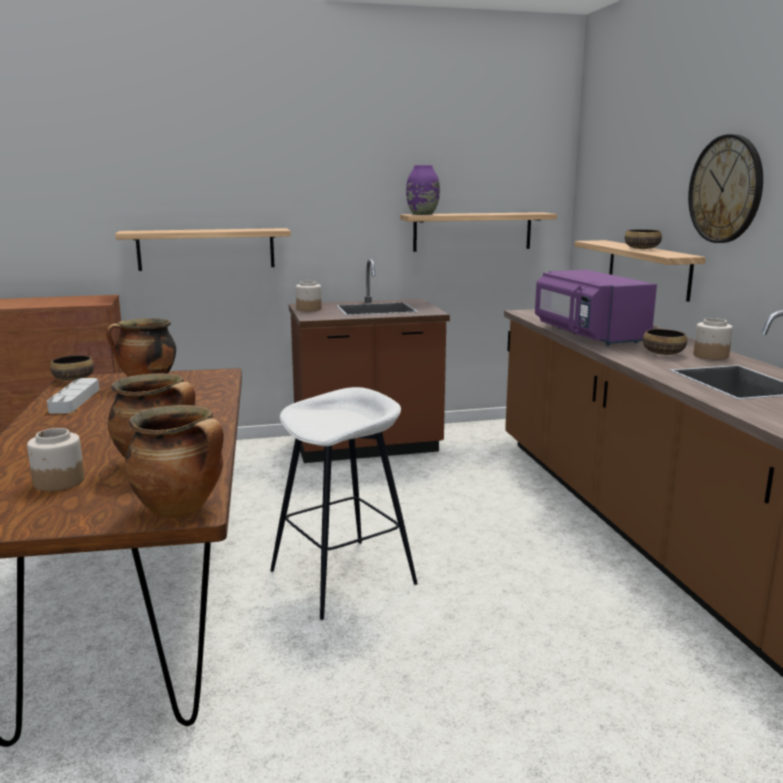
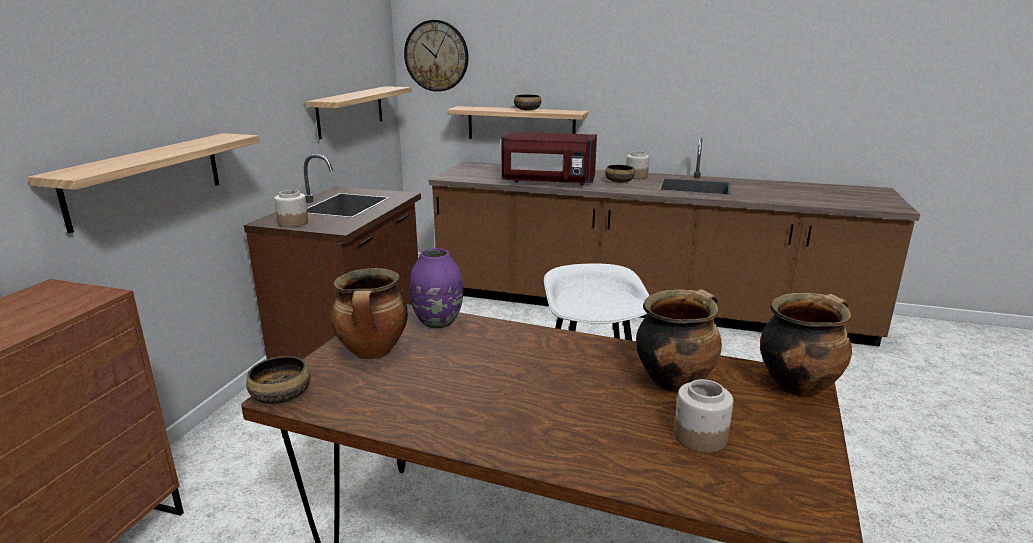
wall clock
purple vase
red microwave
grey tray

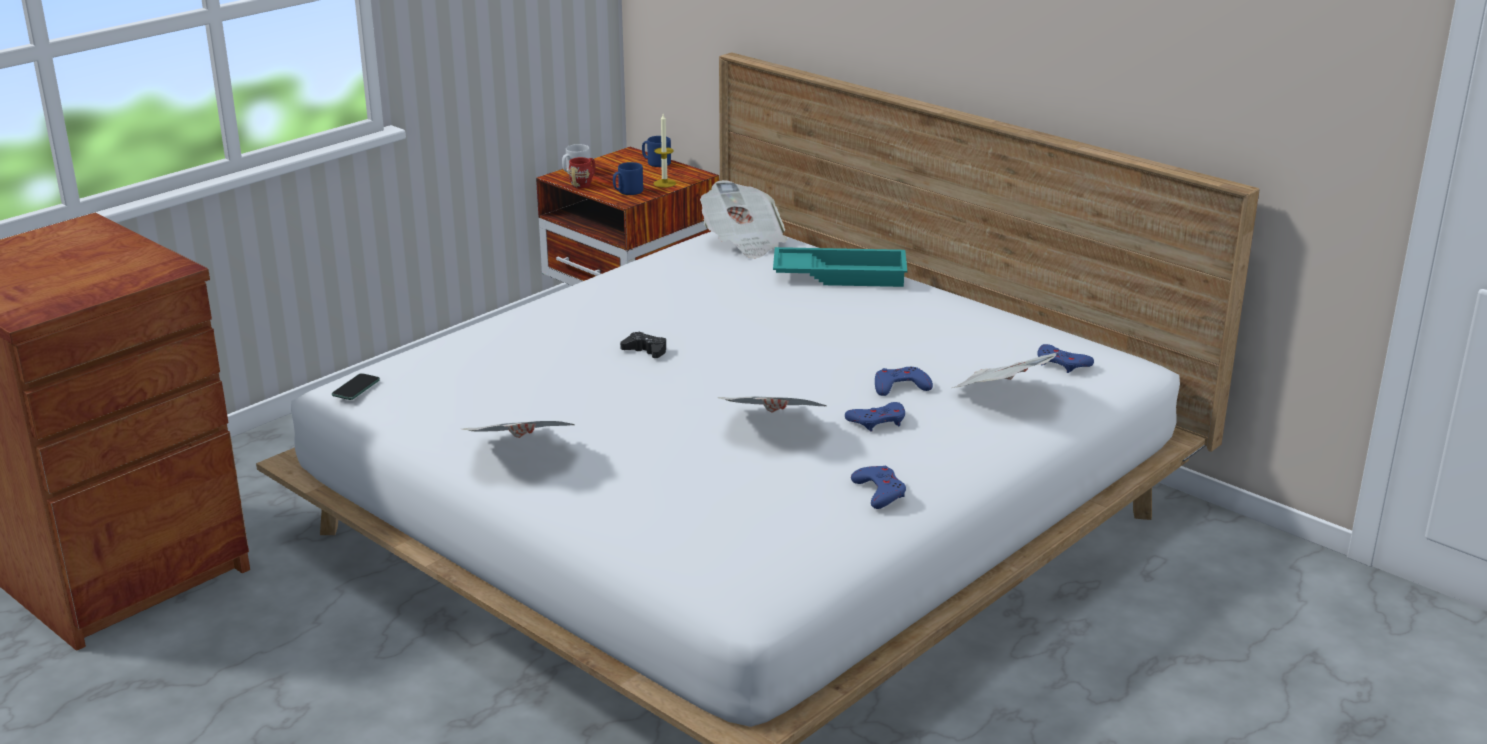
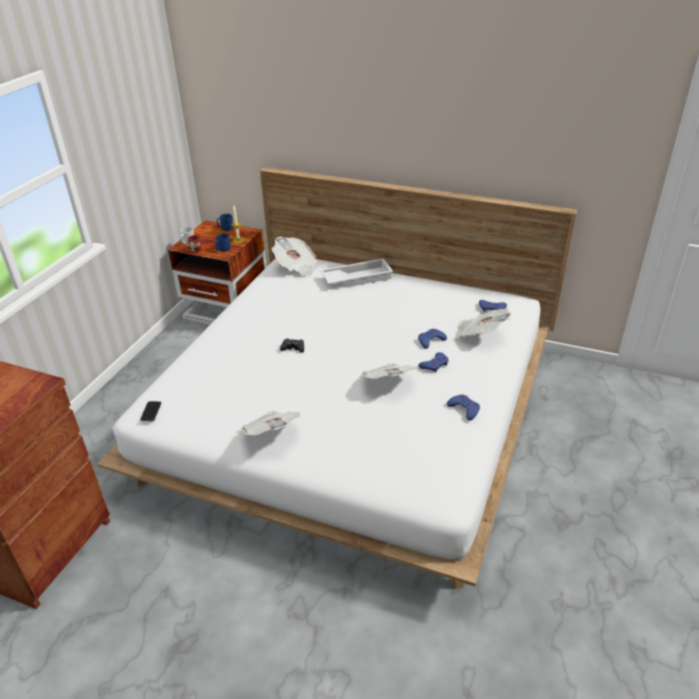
white tray

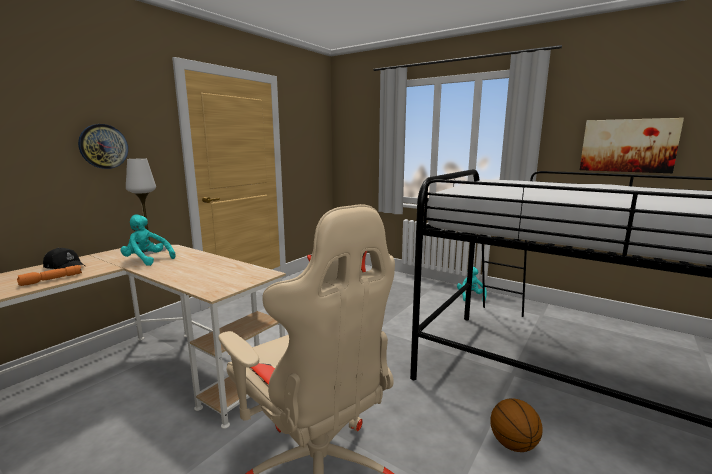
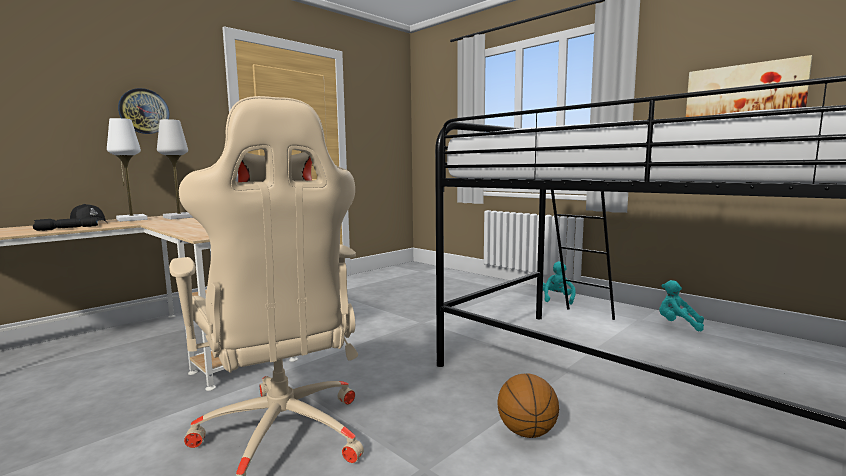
turquoise plush toy (no. 2 from left)
black flashlight
white table lamp (no. 1 from left)

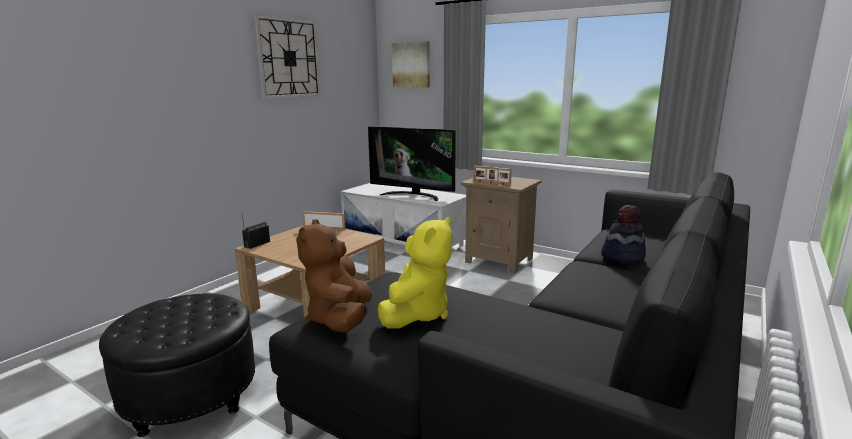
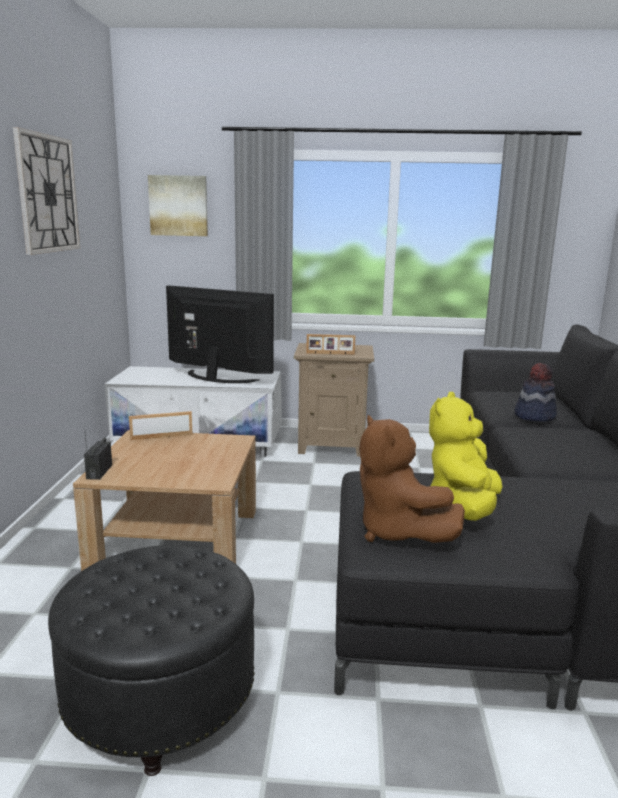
television
yellow plush toy

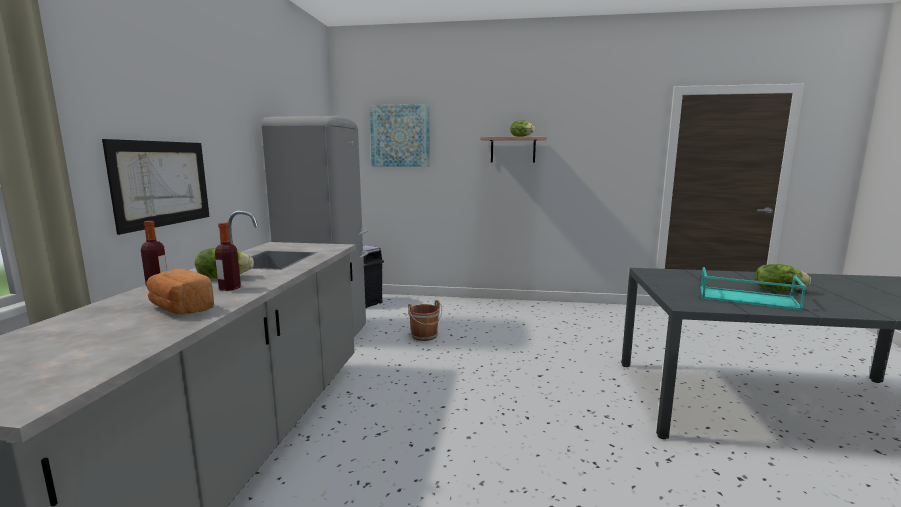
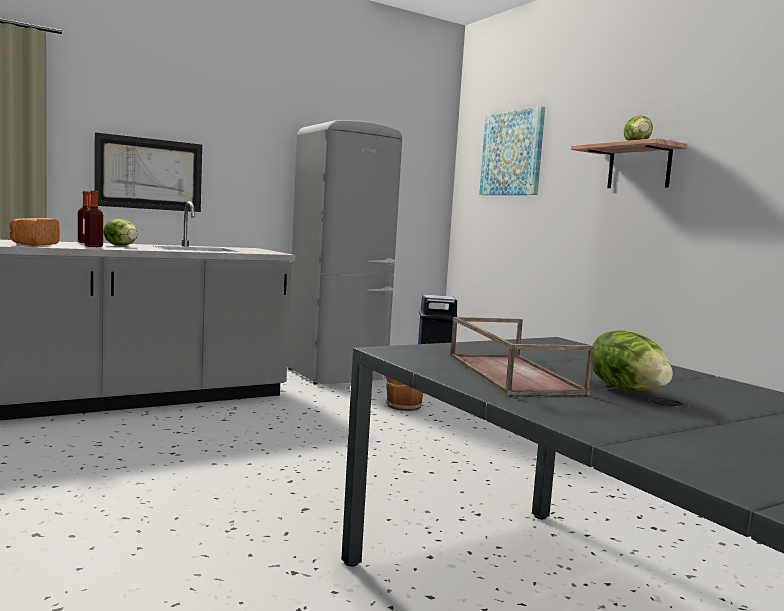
brown tray

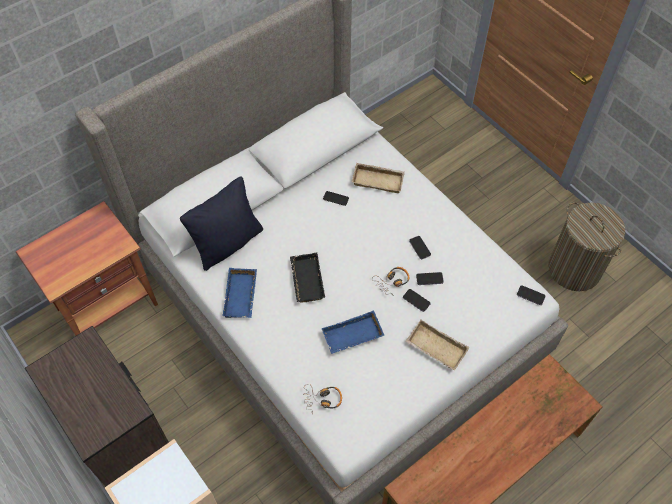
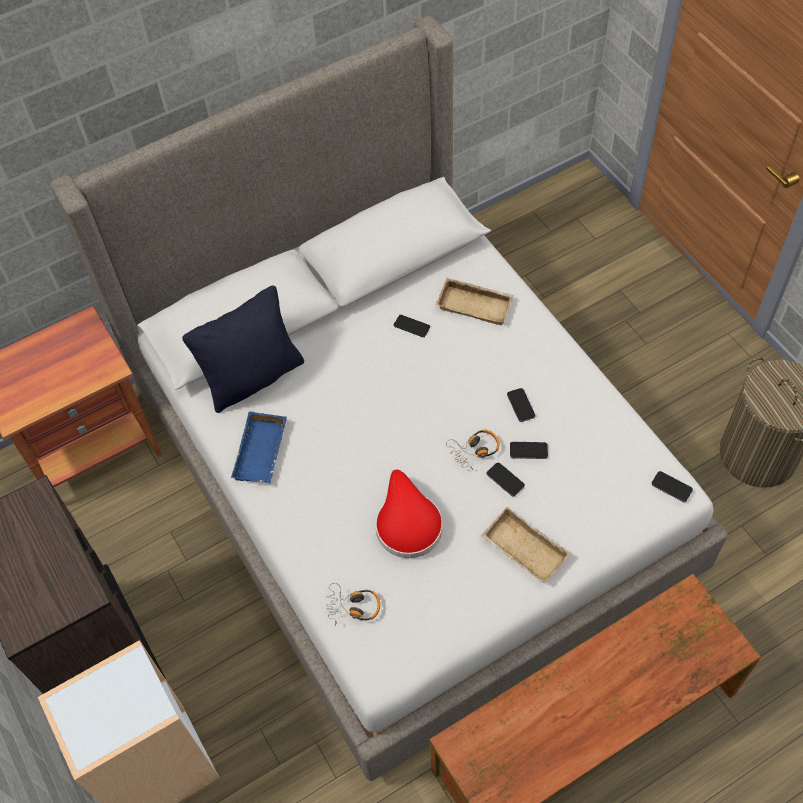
black tray
red hat

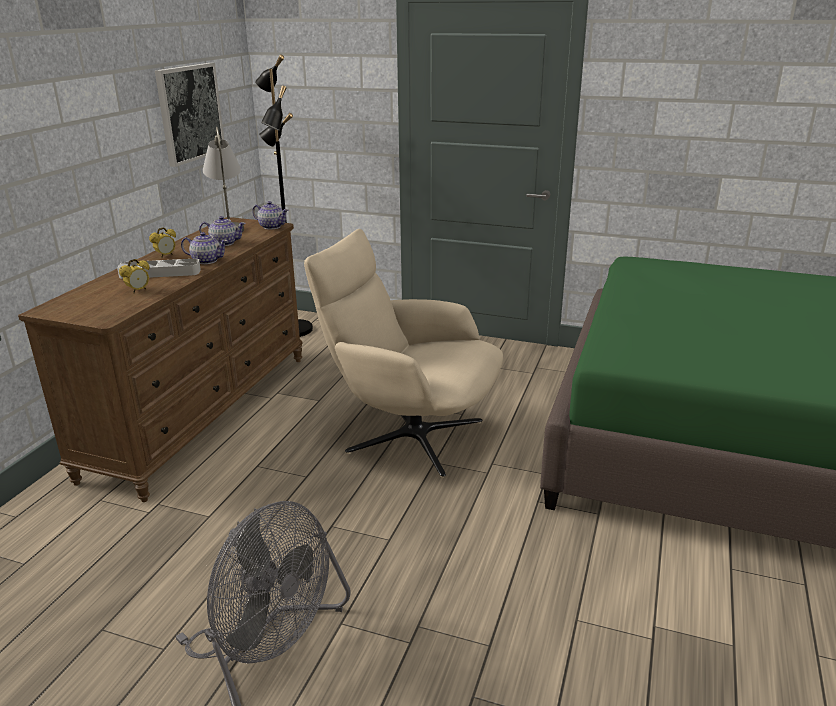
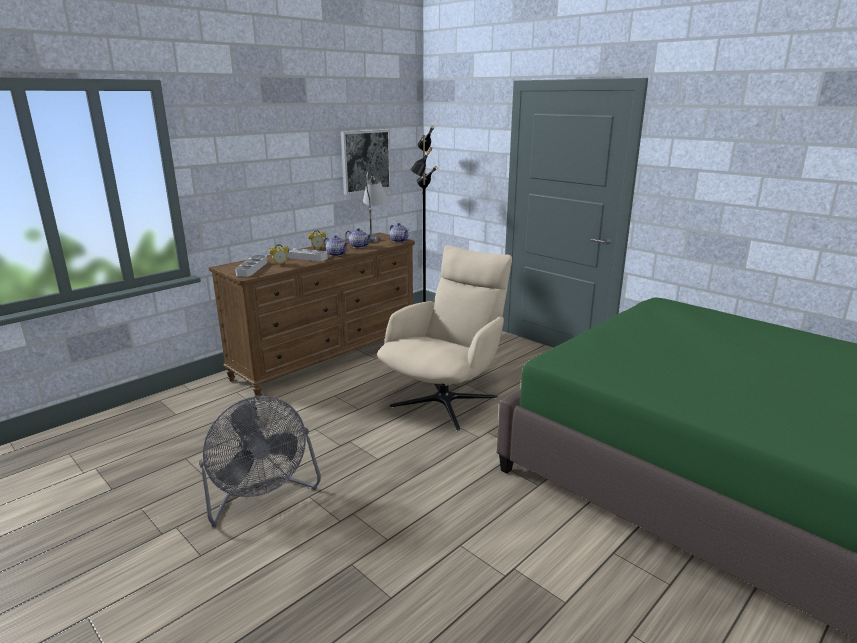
beige armchair
grey tray (no. 1 from left)

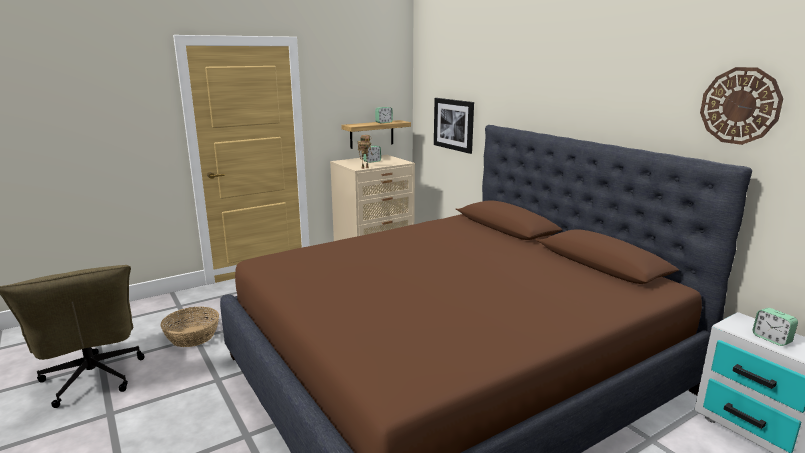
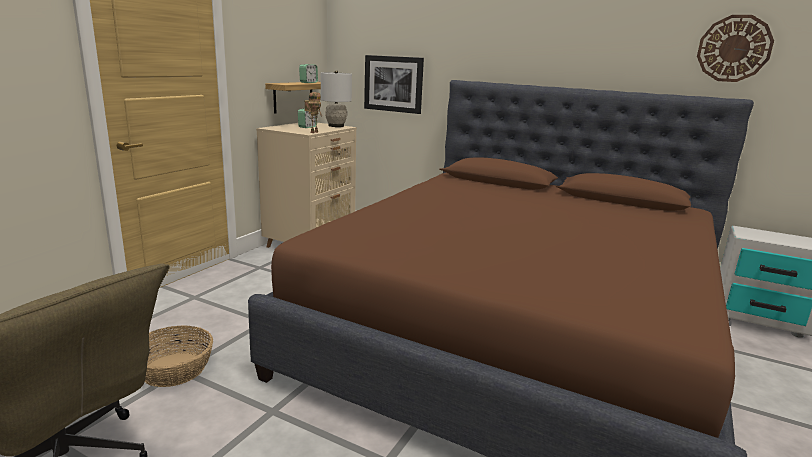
alarm clock (no. 3 from left in the first image)
white table lamp

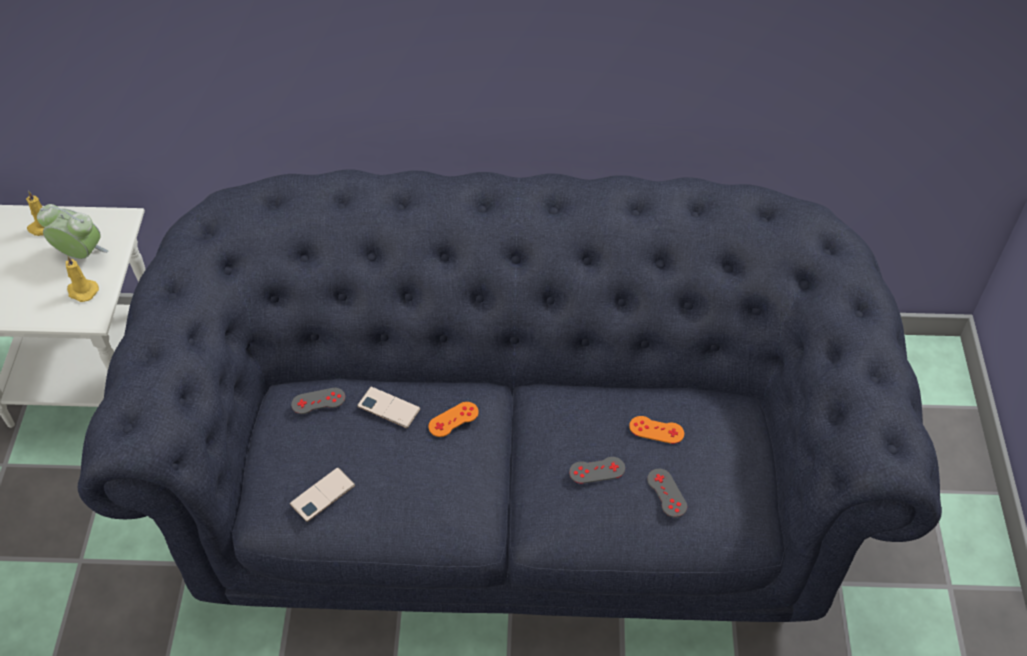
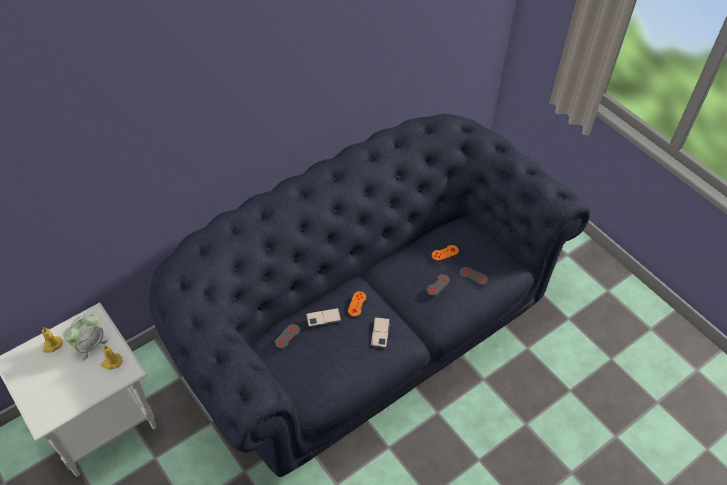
alarm clock
phone (no. 2 from left)

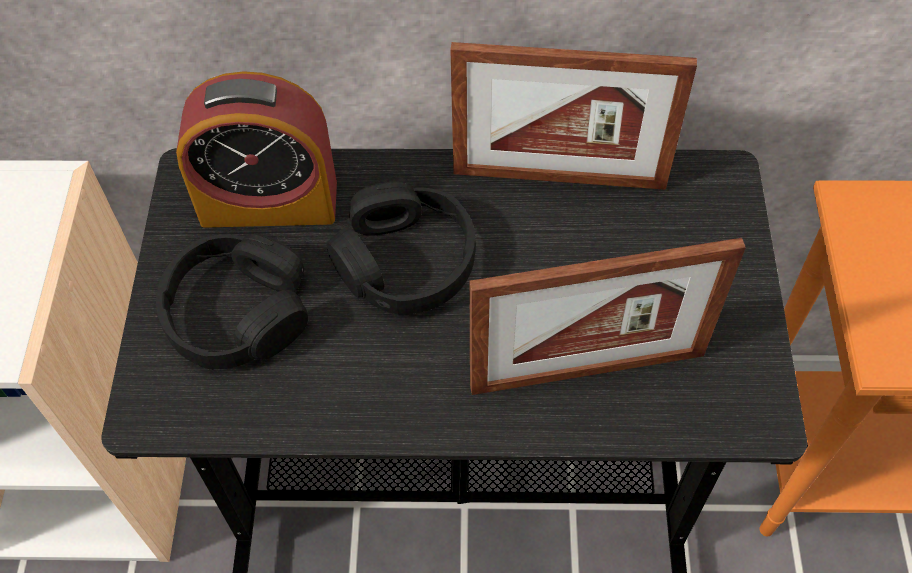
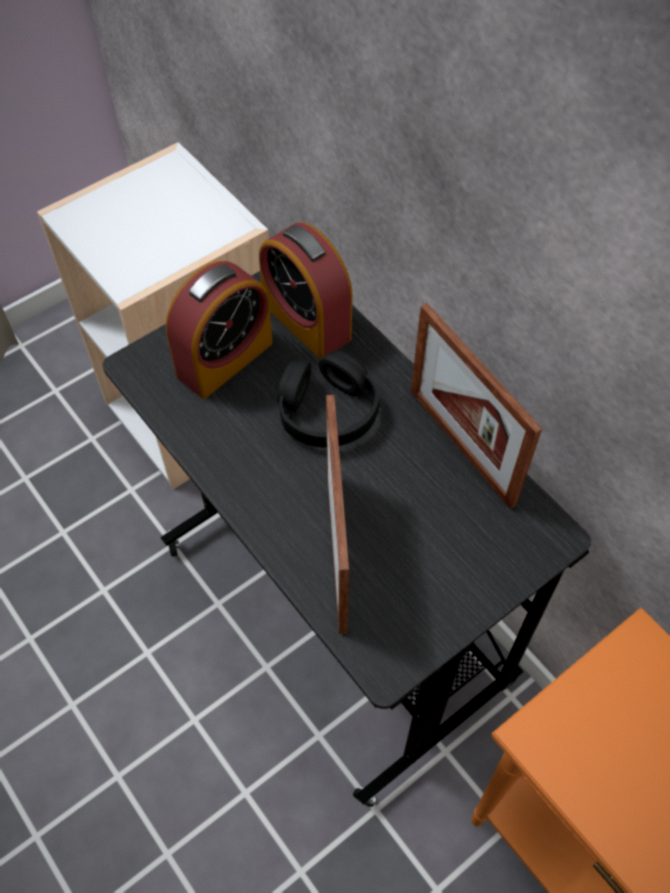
alarm clock (no. 1 from left)
picture frame (no. 1 from left)

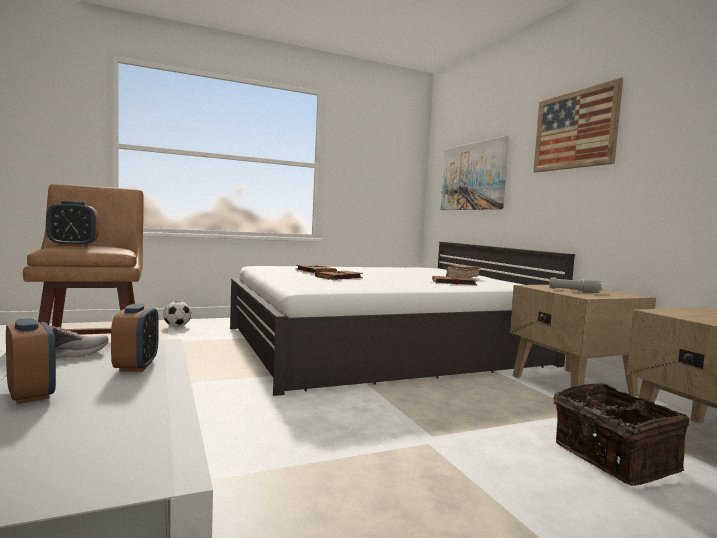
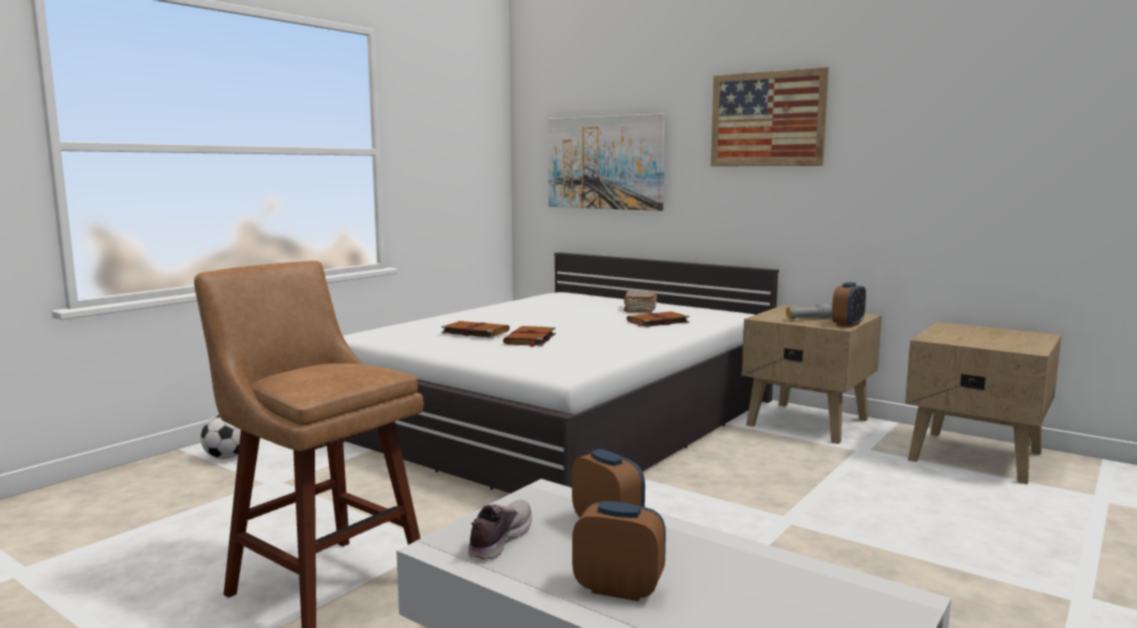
alarm clock (no. 3 from left)
basket

